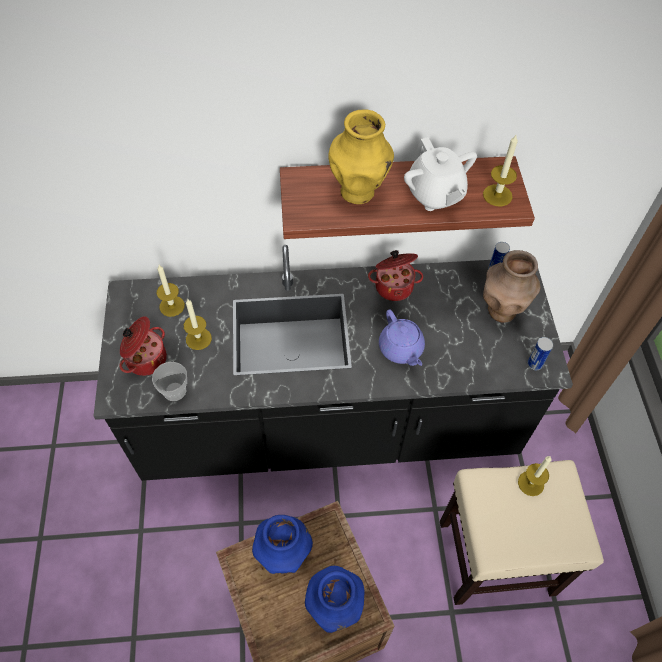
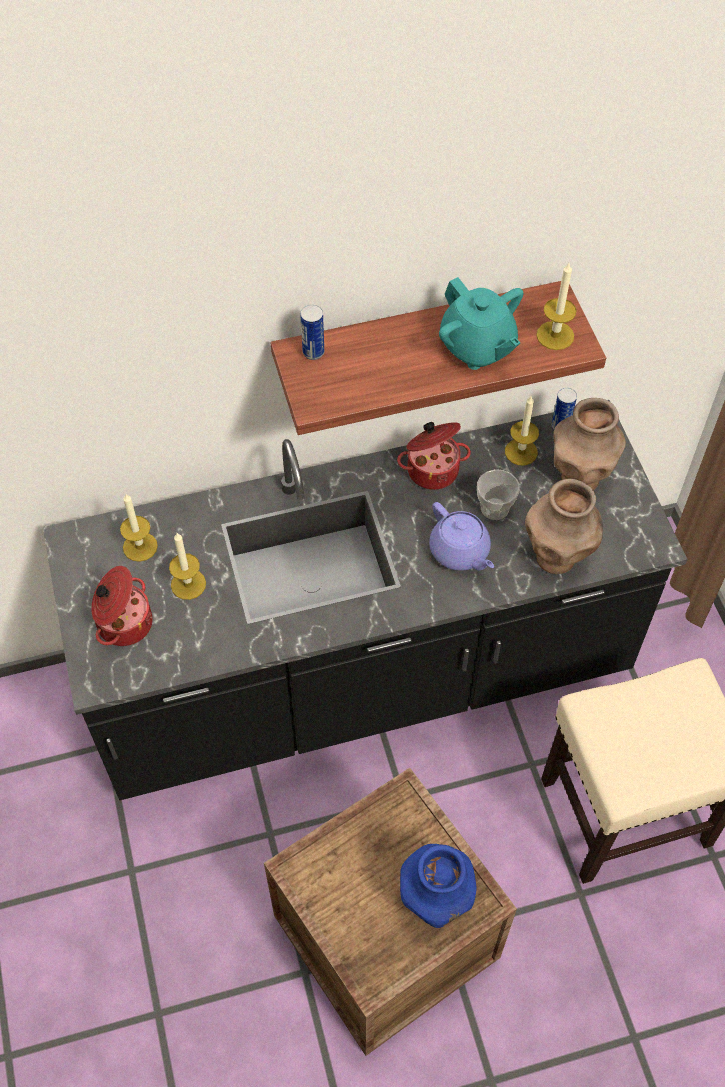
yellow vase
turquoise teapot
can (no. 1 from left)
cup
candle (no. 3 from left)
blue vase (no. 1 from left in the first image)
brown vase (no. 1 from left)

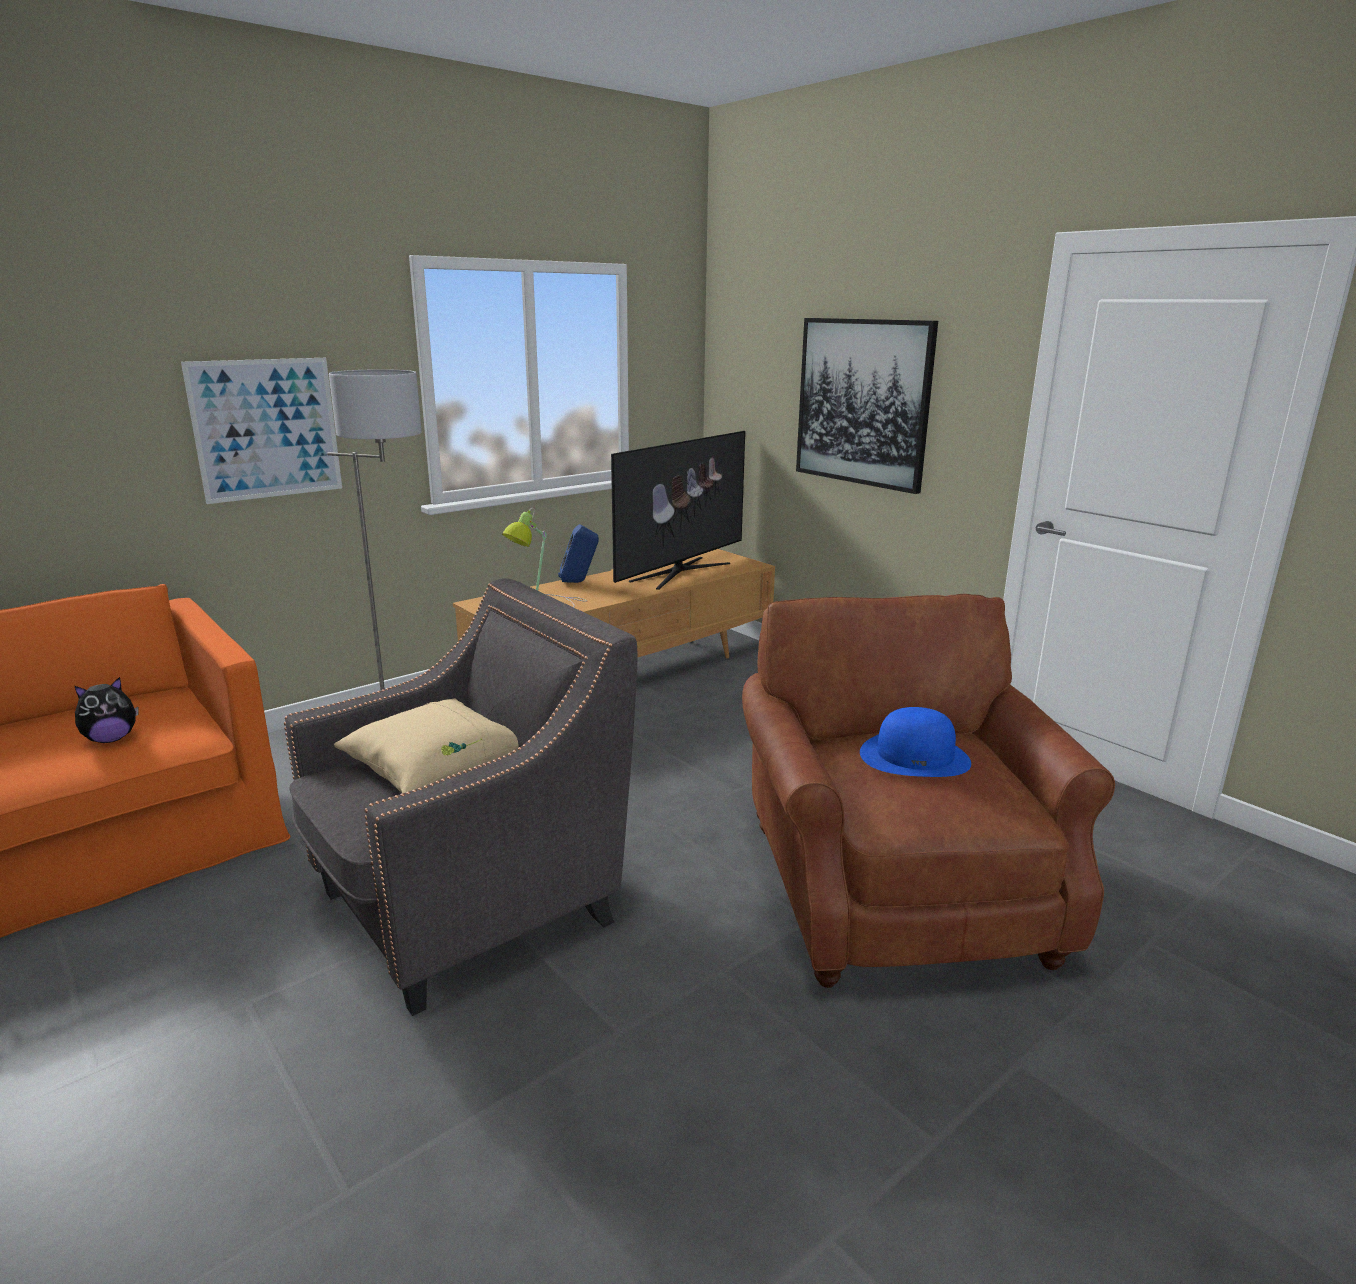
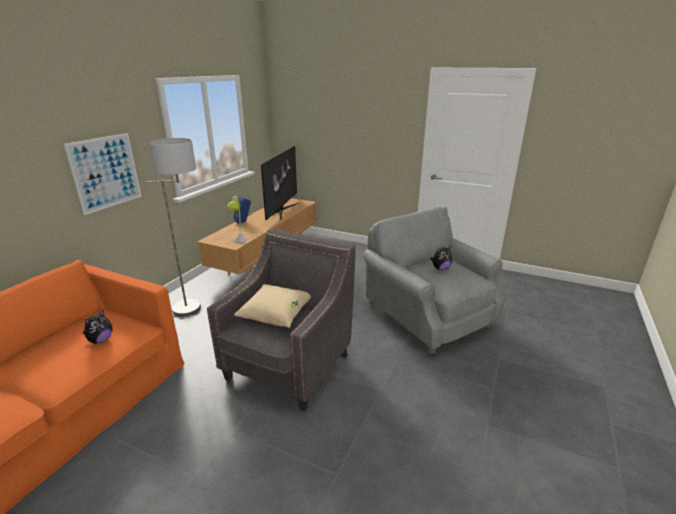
picture (no. 2 from left in the first image)
grey armchair (no. 2 from left)
plush toy (no. 2 from left)

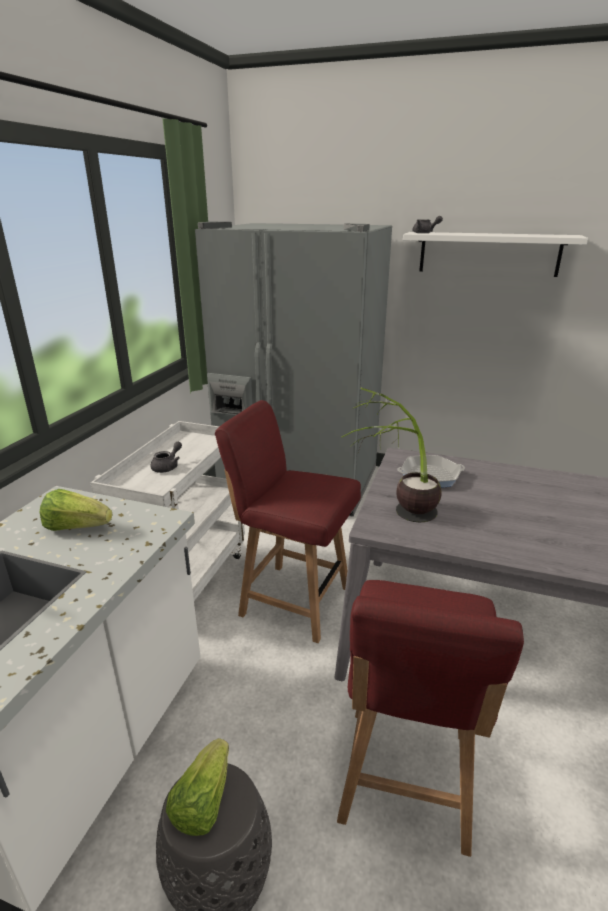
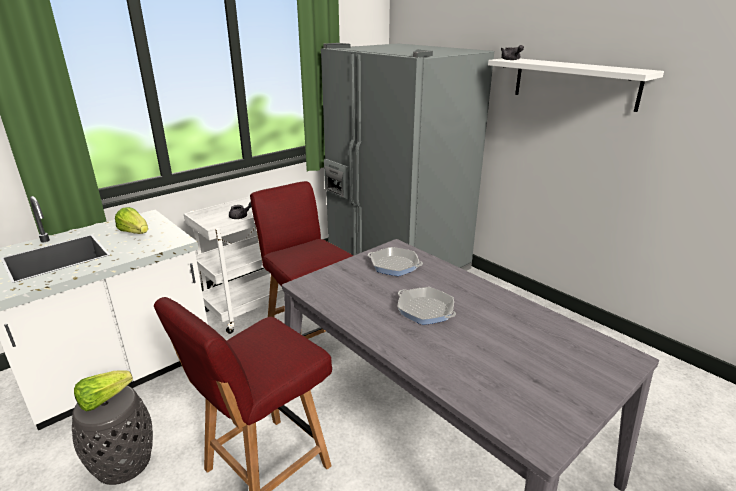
potted plant
frying pan (no. 2 from left)

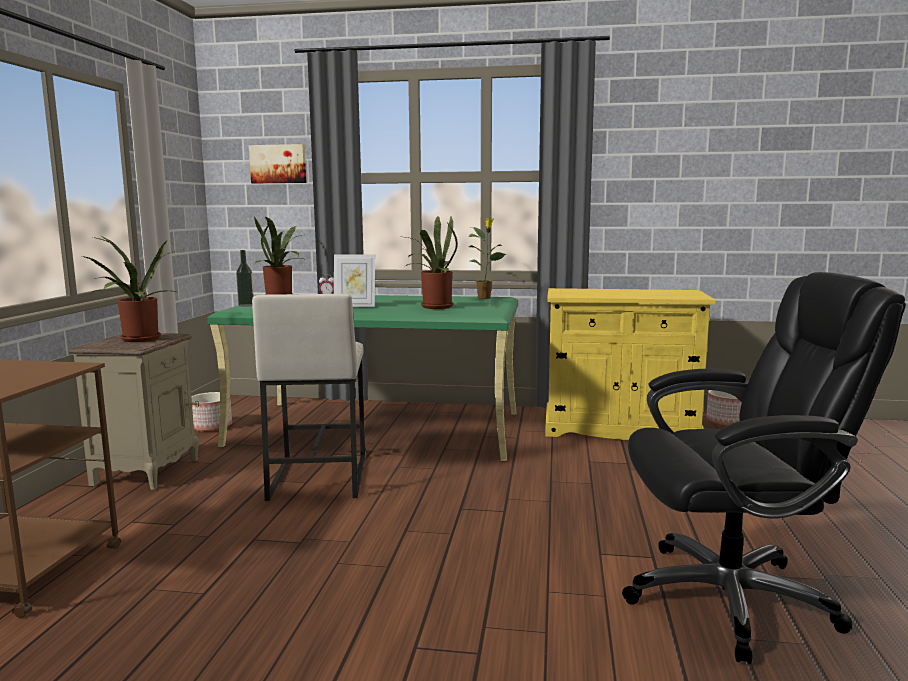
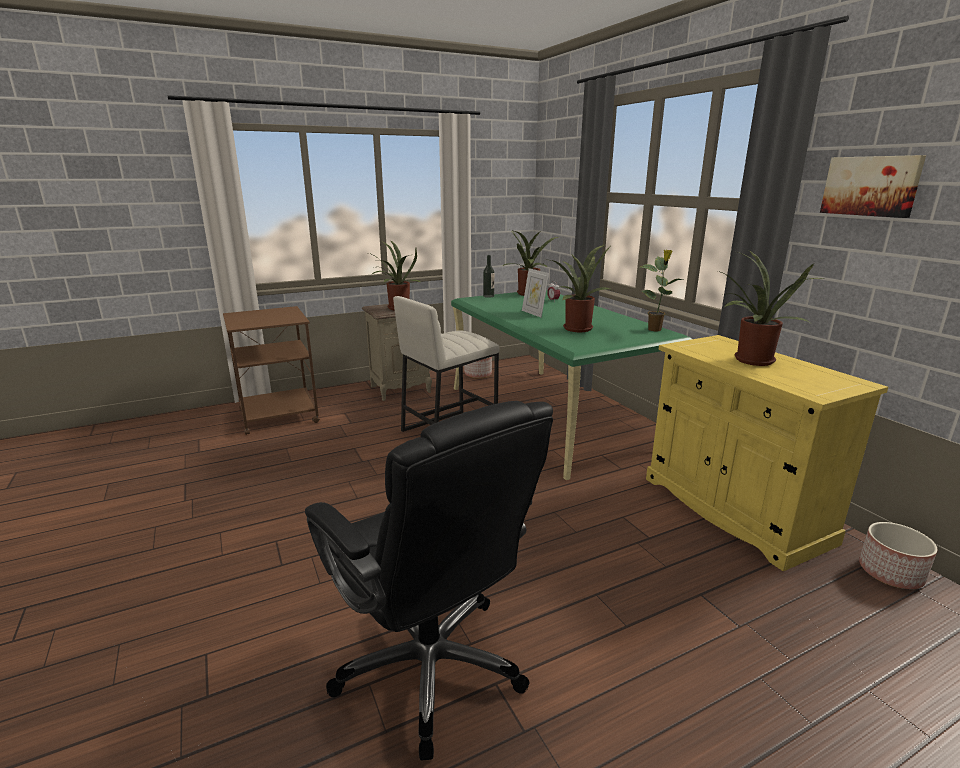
picture
potted plant (no. 5 from left)

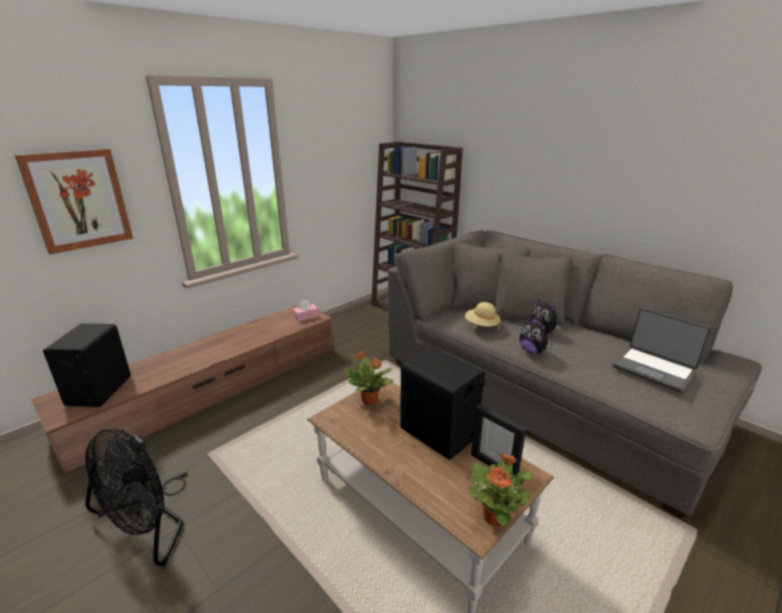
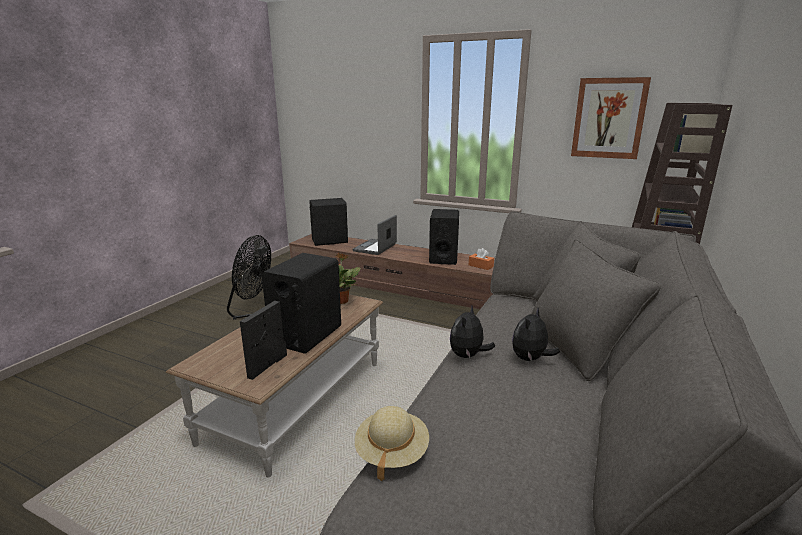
picture
orange tissue box
beige hat
laptop
potted plant (no. 2 from left in the first image)
black speaker (no. 3 from left)

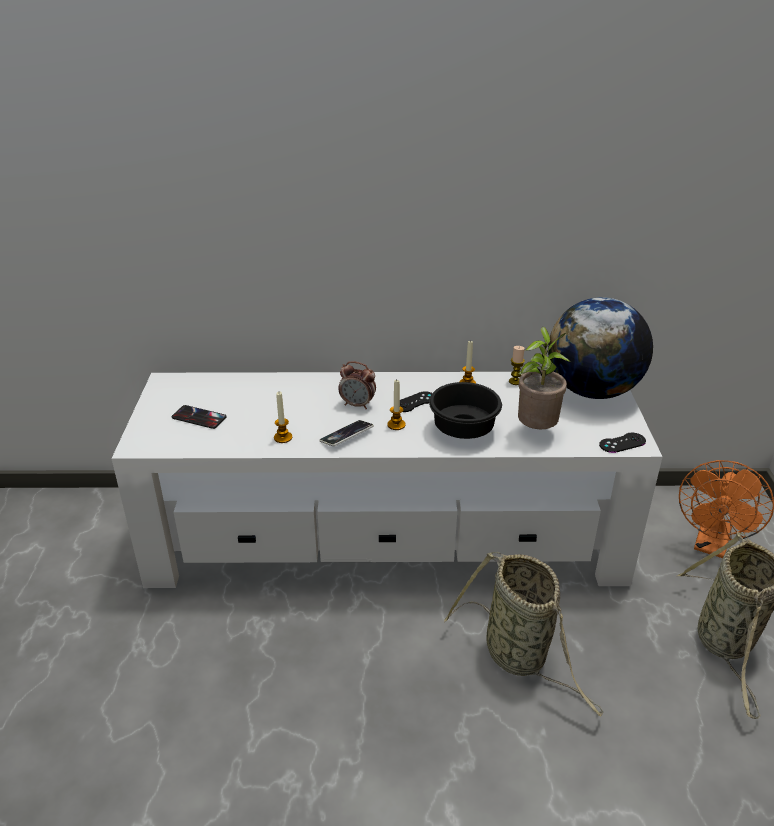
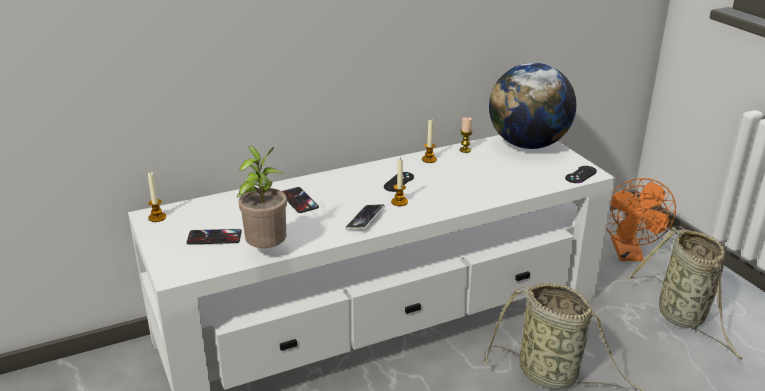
potted plant
alarm clock
black bowl
candle (no. 1 from left)
phone (no. 2 from left)

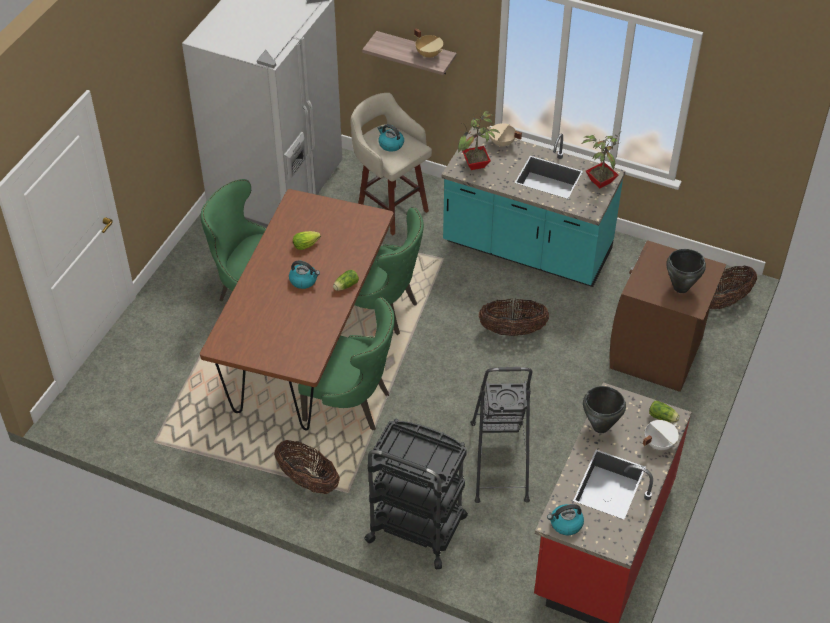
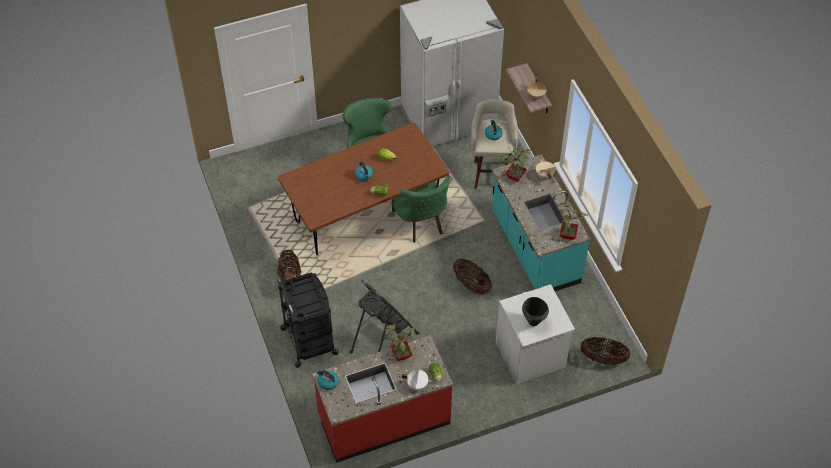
white washing machine
green chair (no. 2 from left in the first image)
potted plant (no. 1 from left)

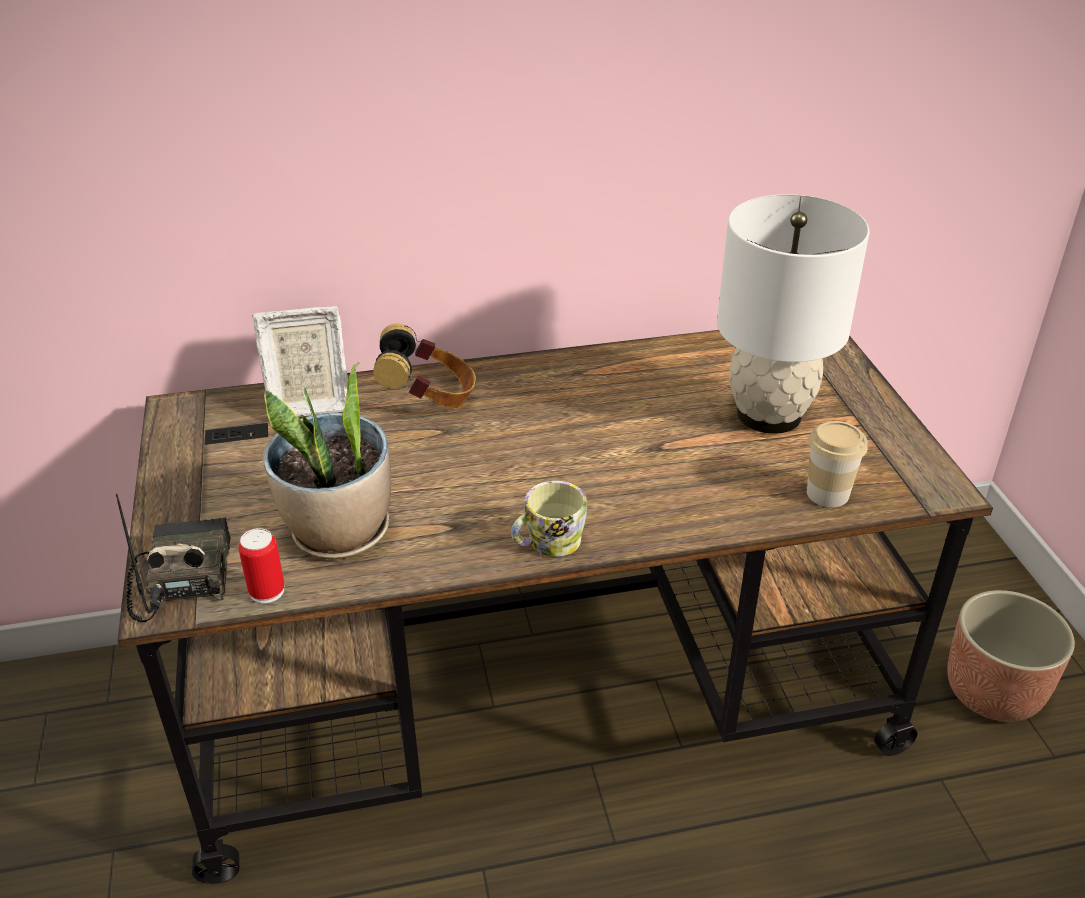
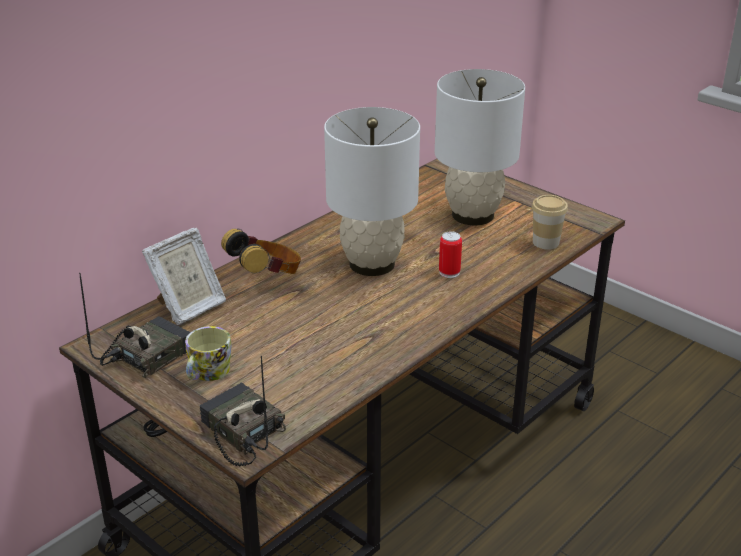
potted plant
mug
can
planter
white table lamp (no. 1 from left)
radio (no. 1 from left)

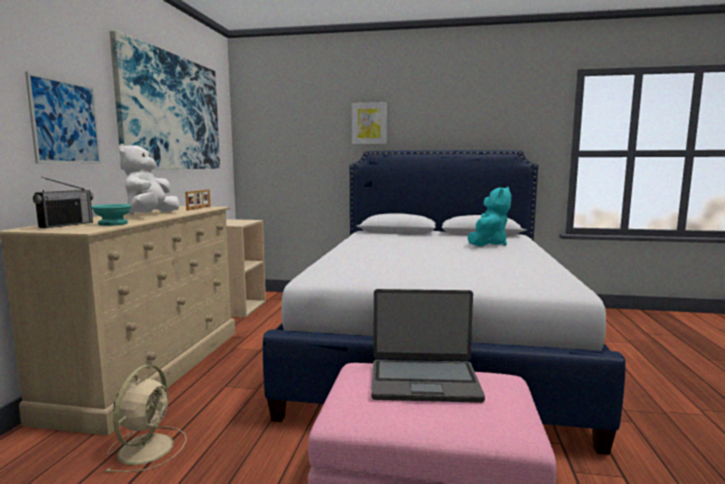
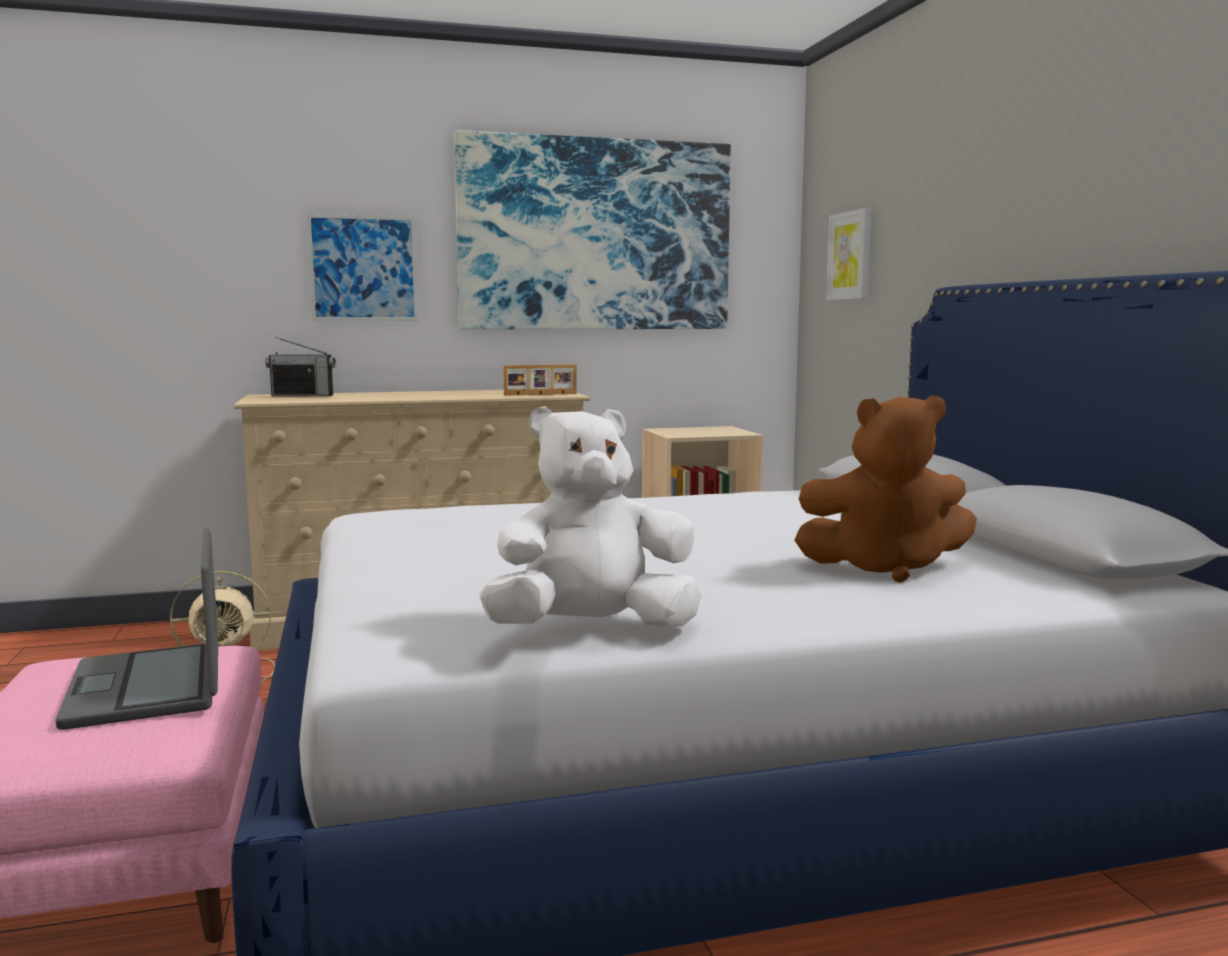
picture (no. 3 from left)
white plush toy
brown plush toy
turquoise bowl

